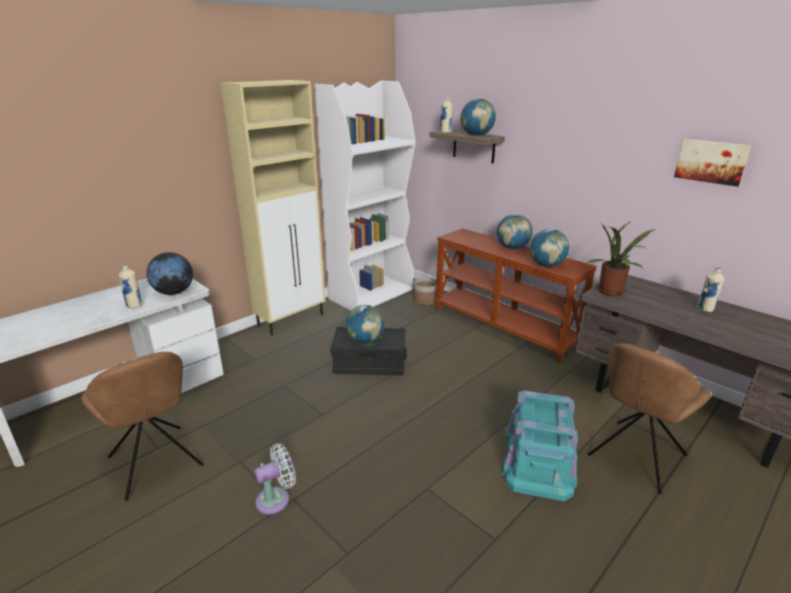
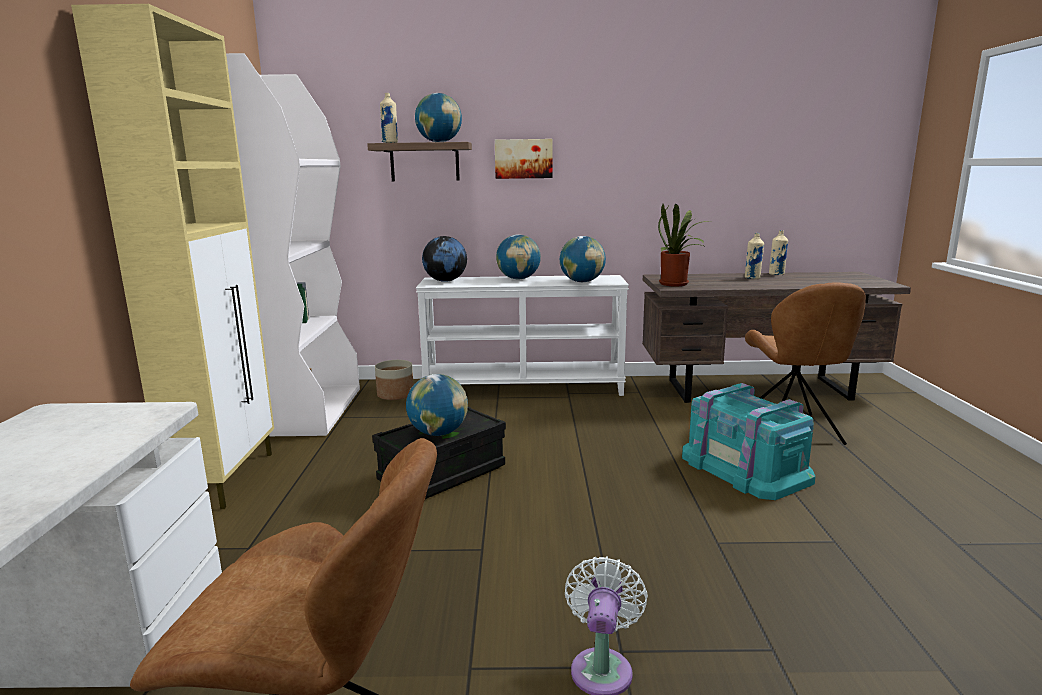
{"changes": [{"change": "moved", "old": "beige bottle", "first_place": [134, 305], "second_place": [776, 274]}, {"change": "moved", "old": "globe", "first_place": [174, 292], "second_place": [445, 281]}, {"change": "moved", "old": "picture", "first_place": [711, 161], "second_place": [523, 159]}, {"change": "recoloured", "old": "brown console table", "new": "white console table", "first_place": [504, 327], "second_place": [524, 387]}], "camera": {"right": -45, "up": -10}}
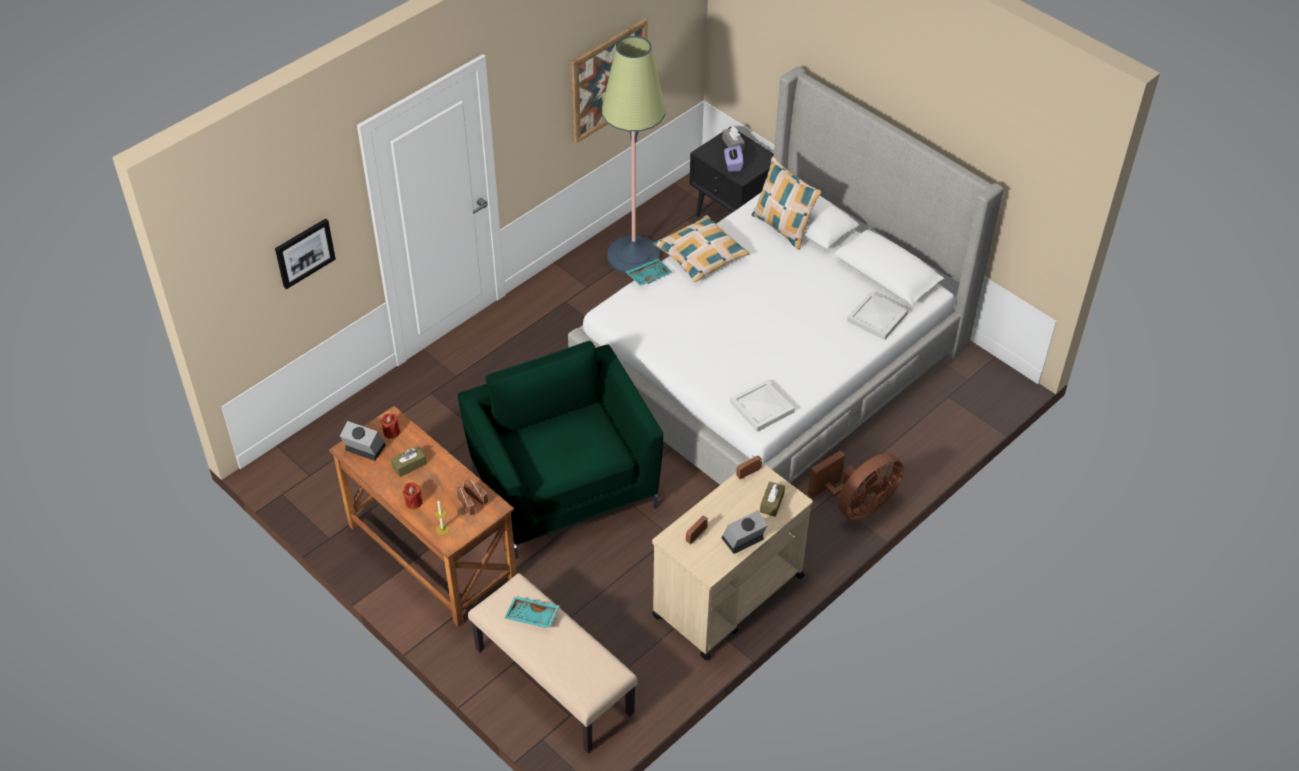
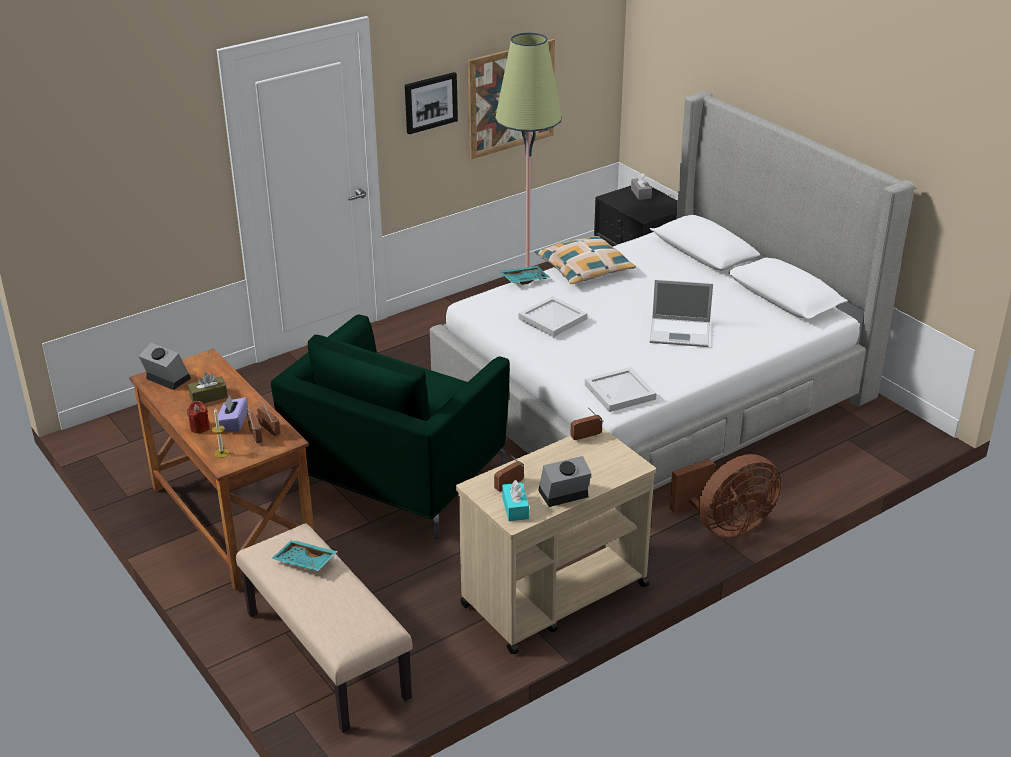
{"changes": [{"change": "removed", "old": "red candle", "first_place": [391, 432]}, {"change": "removed", "old": "pillow", "first_place": [782, 228]}, {"change": "removed", "old": "brown tissue box", "first_place": [772, 503]}, {"change": "added", "new": "turquoise tissue box", "second_place": [515, 508]}, {"change": "added", "new": "laptop", "second_place": [681, 333]}, {"change": "moved", "old": "picture", "first_place": [304, 252], "second_place": [430, 102]}, {"change": "moved", "old": "purple tissue box", "first_place": [733, 164], "second_place": [233, 423]}, {"change": "moved", "old": "white tray", "first_place": [876, 318], "second_place": [551, 319]}, {"change": "turned", "old": "green armchair", "first_place": [564, 487], "second_place": [396, 477], "degrees": -135}], "camera": {"right": 10, "up": -15}}
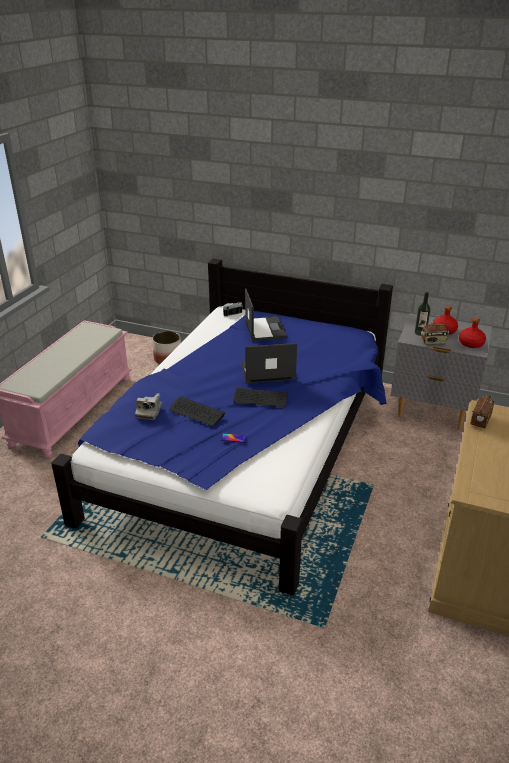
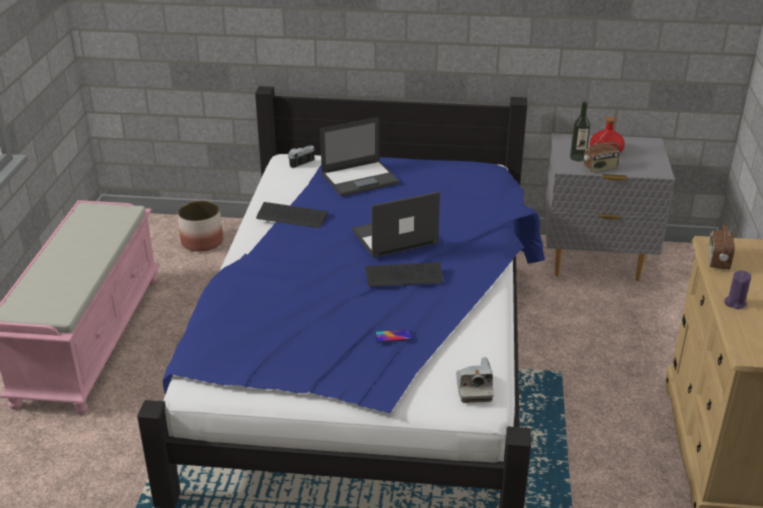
{"changes": [{"change": "removed", "old": "red bottle", "first_place": [470, 343]}, {"change": "added", "new": "purple candle", "second_place": [735, 303]}, {"change": "moved", "old": "photo camera", "first_place": [149, 412], "second_place": [473, 389]}, {"change": "moved", "old": "keyboard", "first_place": [196, 412], "second_place": [292, 216]}, {"change": "turned", "old": "laptop", "first_place": [265, 328], "second_place": [361, 178], "degrees": 90}], "camera": {"right": -15, "up": 0}}
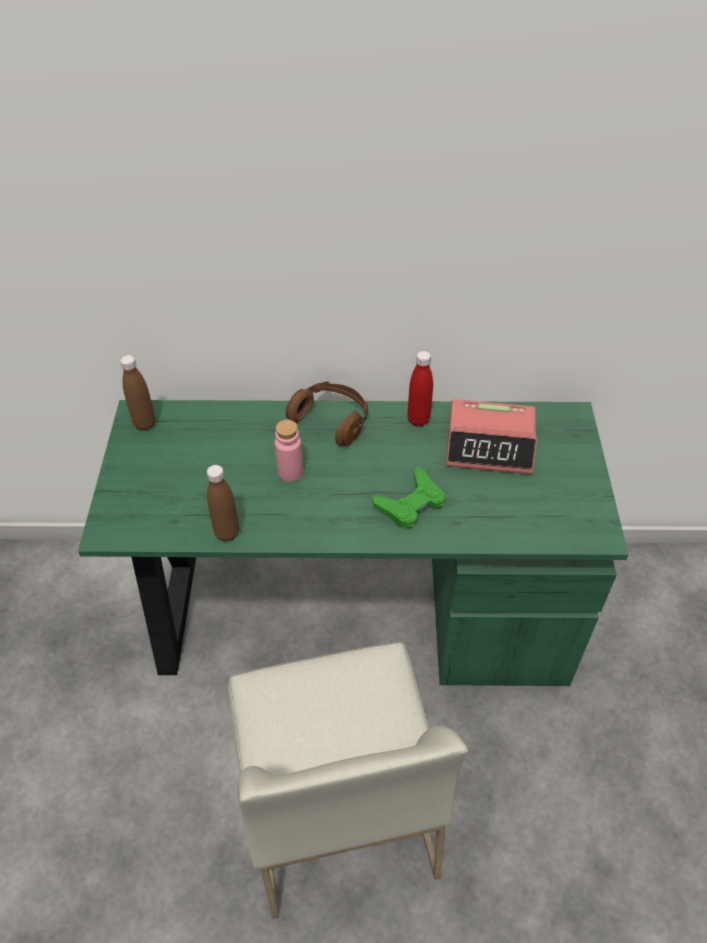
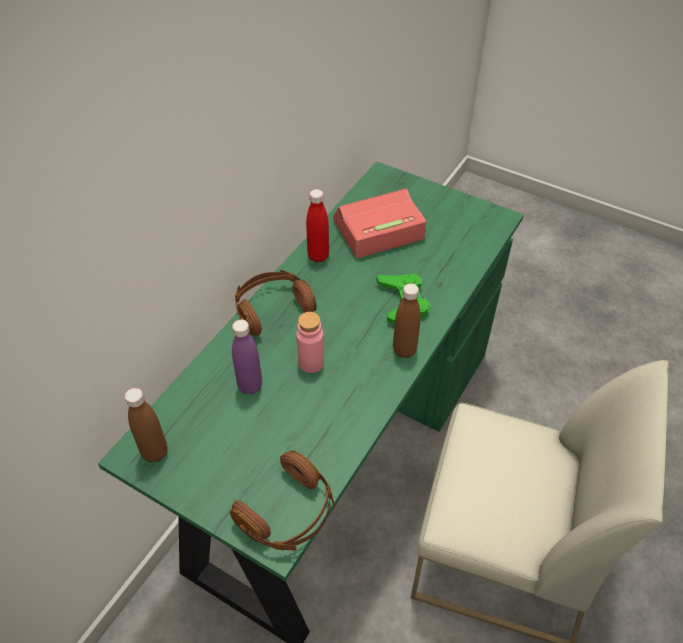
{"changes": [{"change": "added", "new": "brown headphones", "second_place": [289, 513]}, {"change": "added", "new": "purple bottle", "second_place": [250, 386]}, {"change": "moved", "old": "brown bottle", "first_place": [227, 533], "second_place": [404, 350]}, {"change": "turned", "old": "alarm clock", "first_place": [490, 445], "second_place": [378, 230], "degrees": -150}], "camera": {"right": -60, "up": 0}}
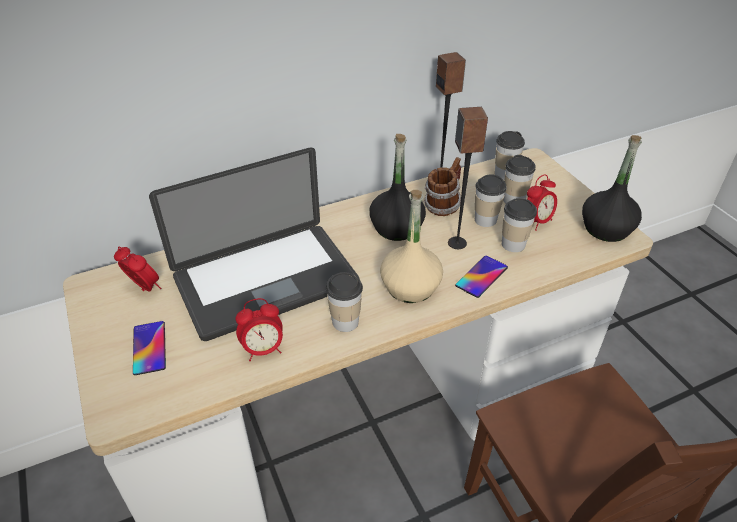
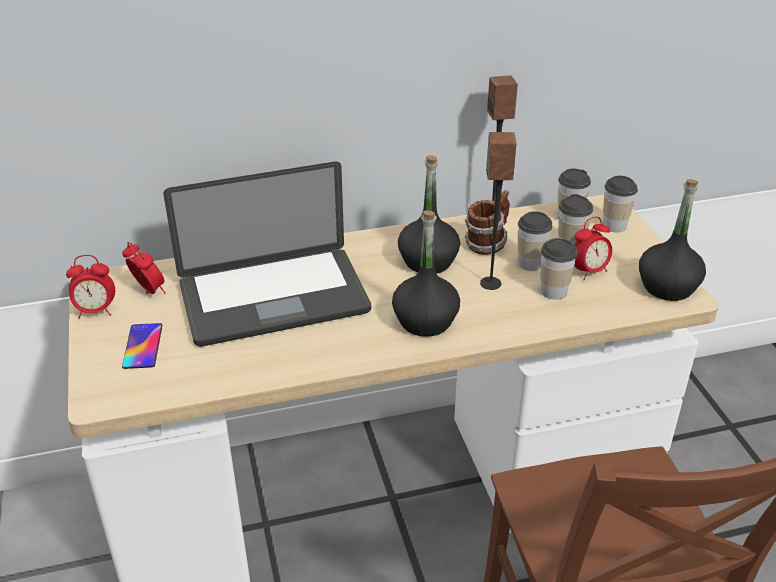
{"changes": [{"change": "removed", "old": "phone", "first_place": [481, 276]}, {"change": "moved", "old": "alarm clock", "first_place": [263, 350], "second_place": [96, 311]}, {"change": "moved", "old": "cup", "first_place": [345, 322], "second_place": [614, 225]}, {"change": "recoloured", "old": "beige bottle", "new": "black bottle", "first_place": [410, 287], "second_place": [425, 321]}], "camera": {"right": 10, "up": -5}}
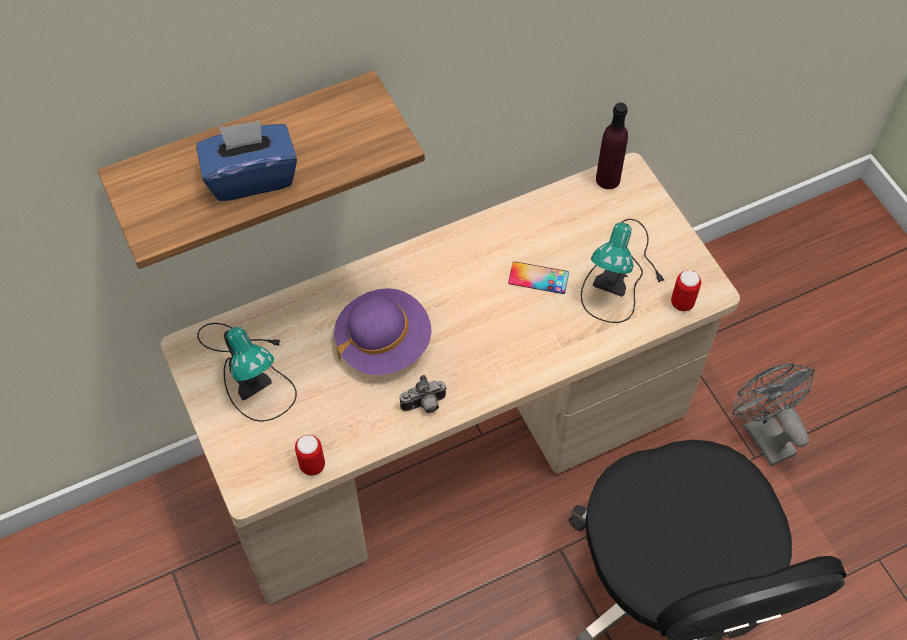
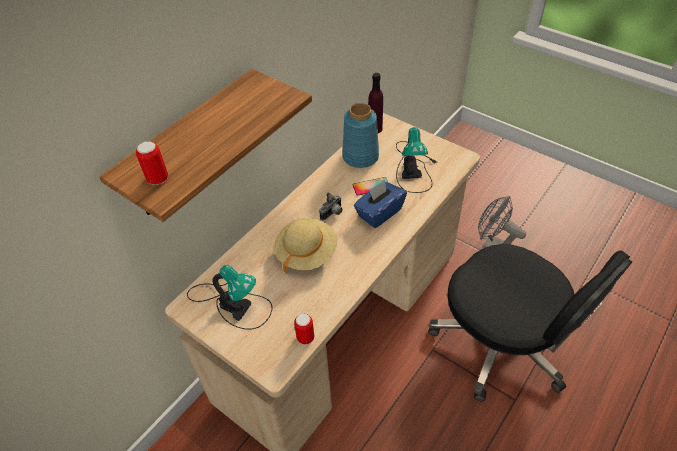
{"changes": [{"change": "added", "new": "blue vase", "second_place": [361, 157]}, {"change": "moved", "old": "blue tissue box", "first_place": [251, 177], "second_place": [379, 213]}, {"change": "moved", "old": "photo camera", "first_place": [424, 405], "second_place": [332, 213]}, {"change": "moved", "old": "can", "first_place": [682, 303], "second_place": [158, 179]}, {"change": "recoloured", "old": "purple hat", "new": "beige hat", "first_place": [383, 343], "second_place": [306, 253]}], "camera": {"right": -25, "up": -10}}
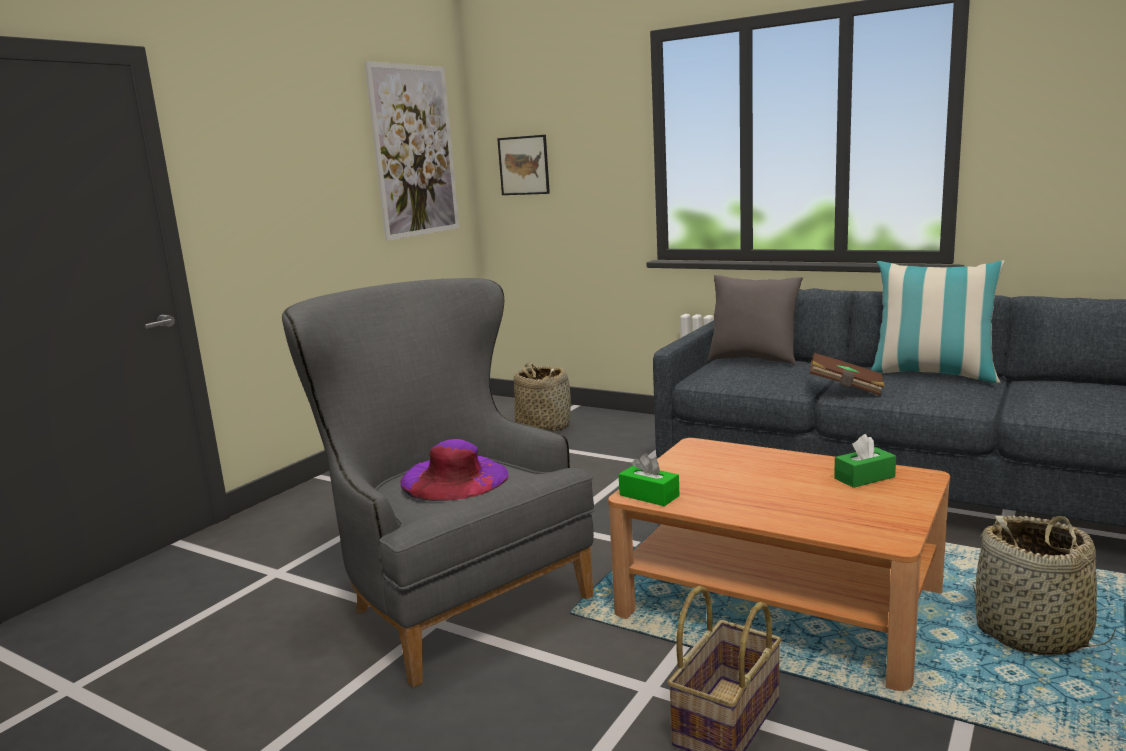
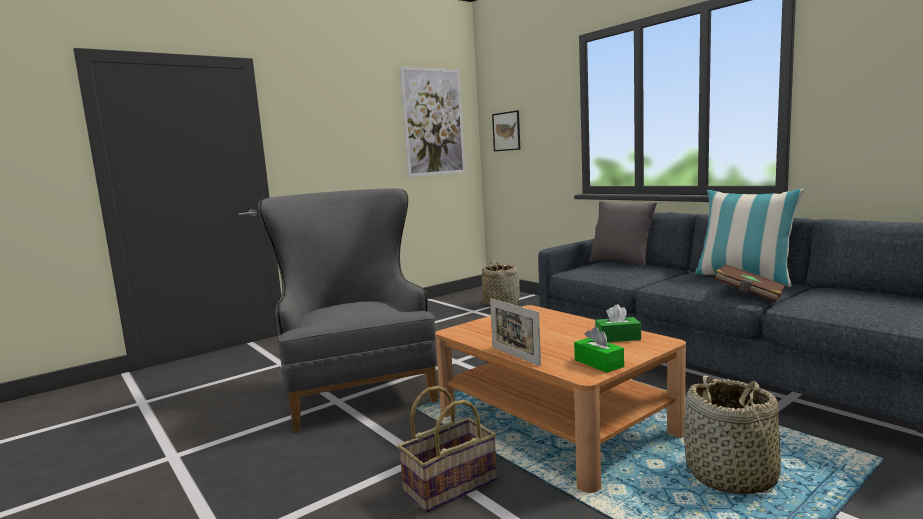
{"changes": [{"change": "removed", "old": "purple hat", "first_place": [454, 478]}, {"change": "added", "new": "picture frame", "second_place": [515, 356]}, {"change": "moved", "old": "green tissue box", "first_place": [649, 495], "second_place": [598, 363]}, {"change": "moved", "old": "brown book", "first_place": [846, 388], "second_place": [749, 295]}], "camera": {"right": 20, "up": -5}}
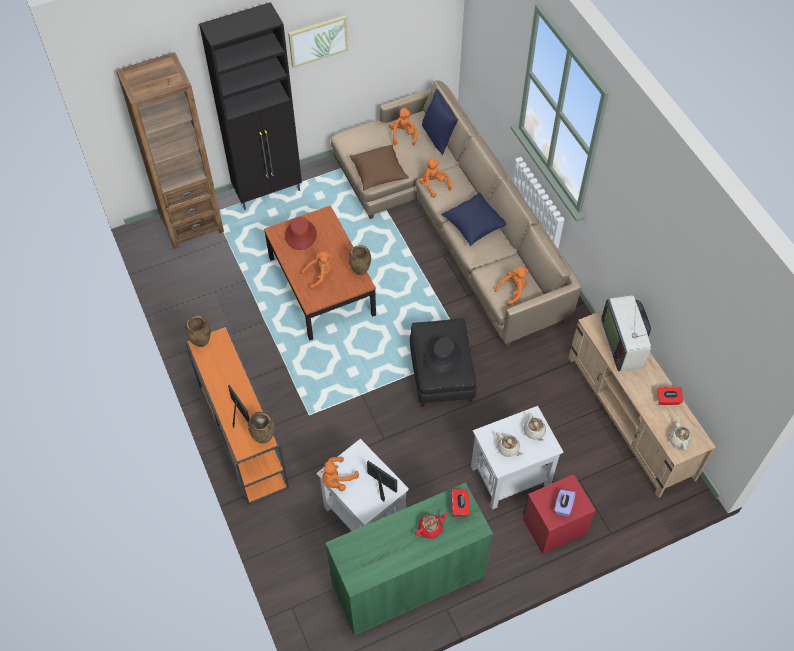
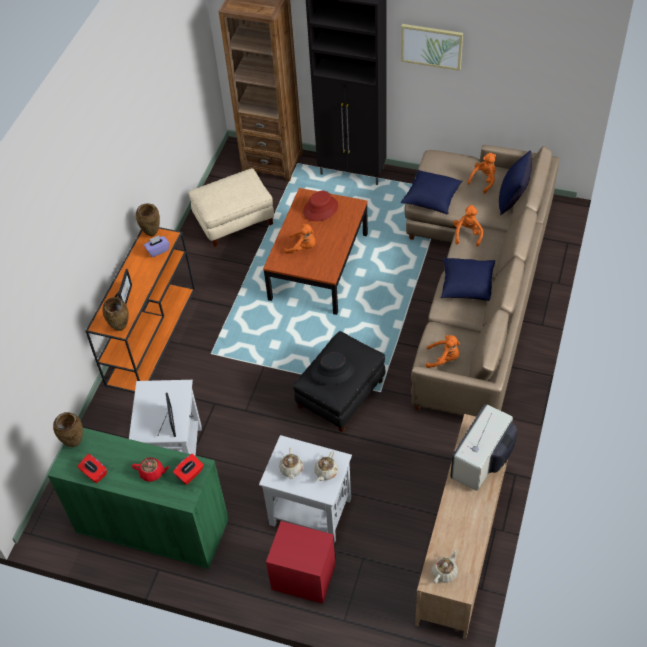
{"changes": [{"change": "removed", "old": "orange plush toy", "first_place": [337, 479]}, {"change": "added", "new": "beige ottoman", "second_place": [234, 220]}, {"change": "moved", "old": "brown vase", "first_place": [360, 272], "second_place": [75, 443]}, {"change": "moved", "old": "purple tissue box", "first_place": [563, 506], "second_place": [158, 250]}, {"change": "moved", "old": "red tissue box", "first_place": [668, 400], "second_place": [94, 473]}, {"change": "recoloured", "old": "brown pillow", "new": "blue pillow", "first_place": [379, 174], "second_place": [431, 199]}], "camera": {"right": 45, "up": -5}}
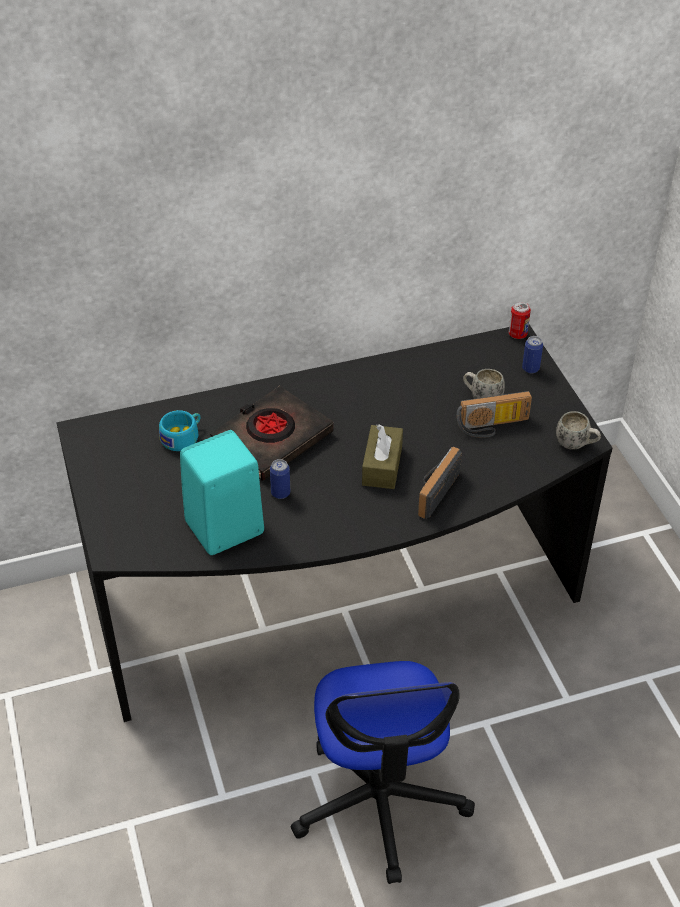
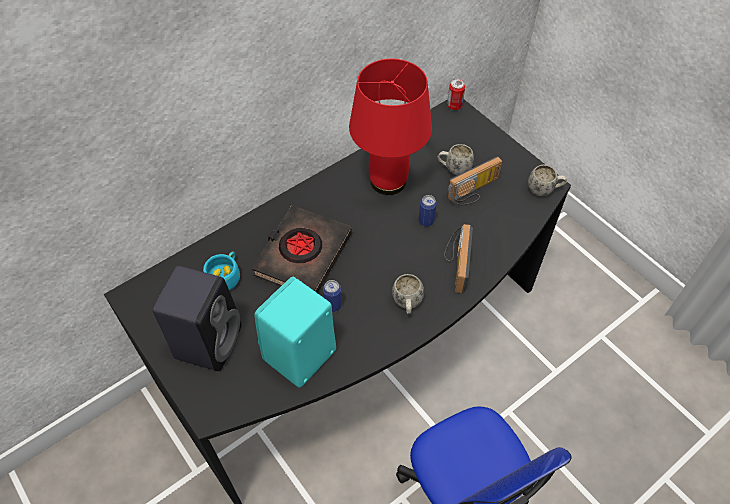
{"changes": [{"change": "removed", "old": "brown tissue box", "first_place": [382, 466]}, {"change": "added", "new": "black speaker", "second_place": [209, 340]}, {"change": "added", "new": "red table lamp", "second_place": [389, 181]}, {"change": "added", "new": "white mug", "second_place": [407, 304]}, {"change": "moved", "old": "can", "first_place": [530, 368], "second_place": [426, 221]}], "camera": {"right": -20, "up": 10}}
